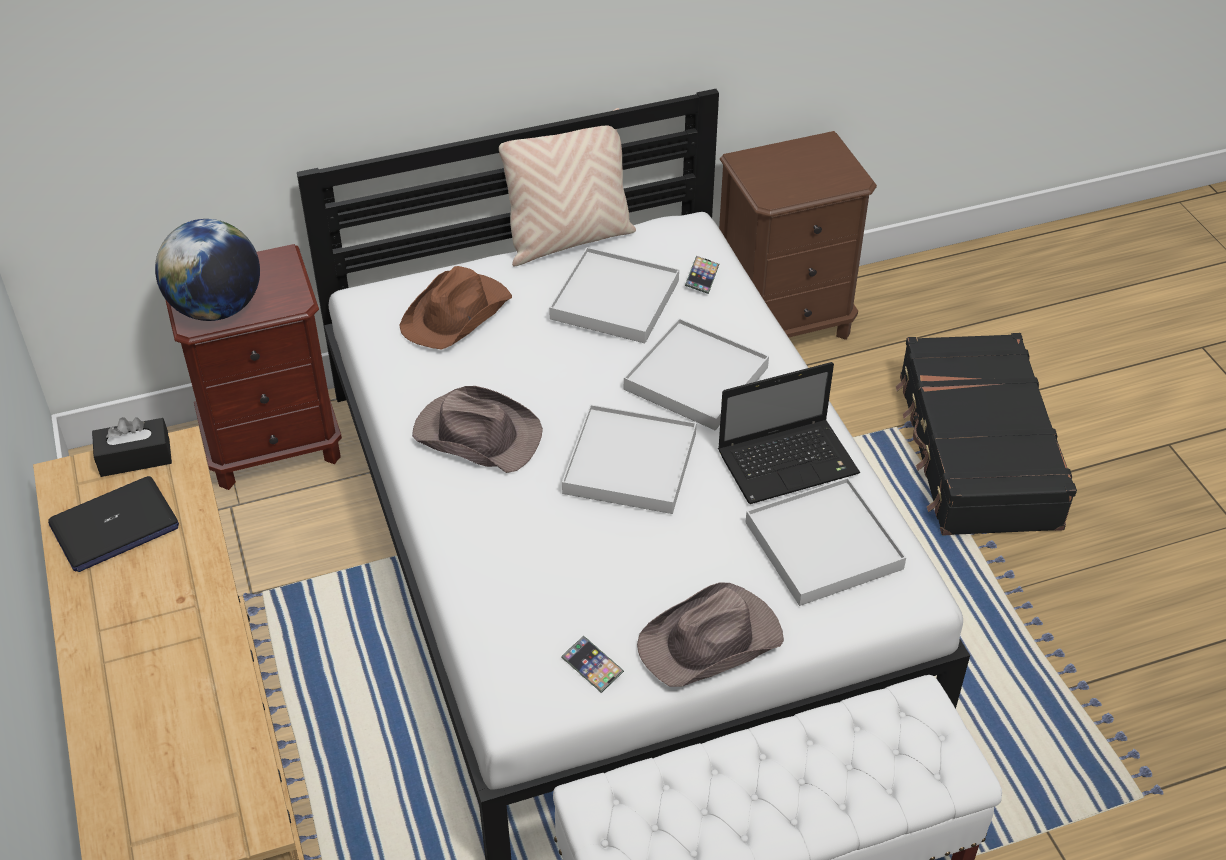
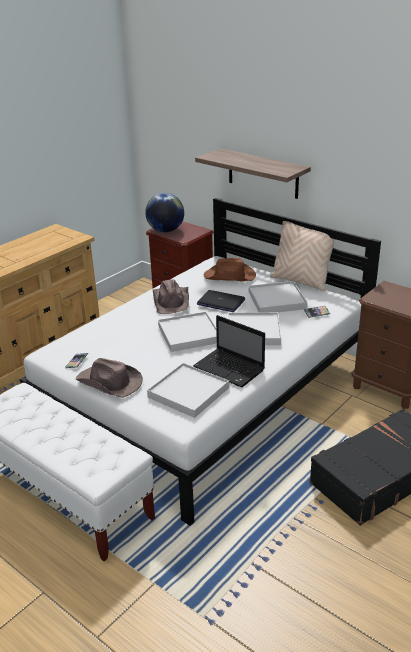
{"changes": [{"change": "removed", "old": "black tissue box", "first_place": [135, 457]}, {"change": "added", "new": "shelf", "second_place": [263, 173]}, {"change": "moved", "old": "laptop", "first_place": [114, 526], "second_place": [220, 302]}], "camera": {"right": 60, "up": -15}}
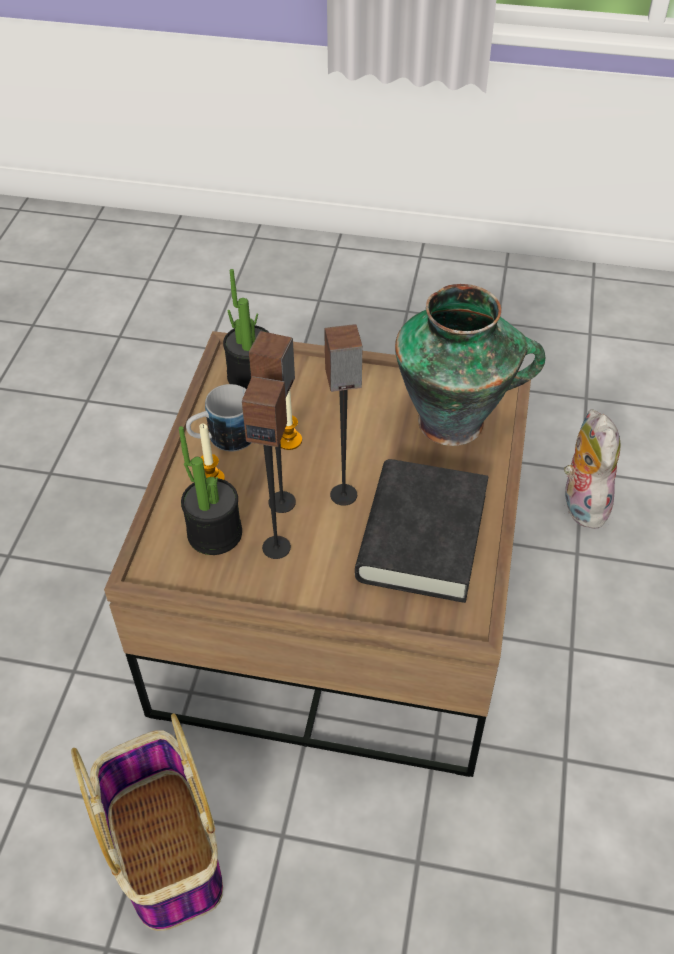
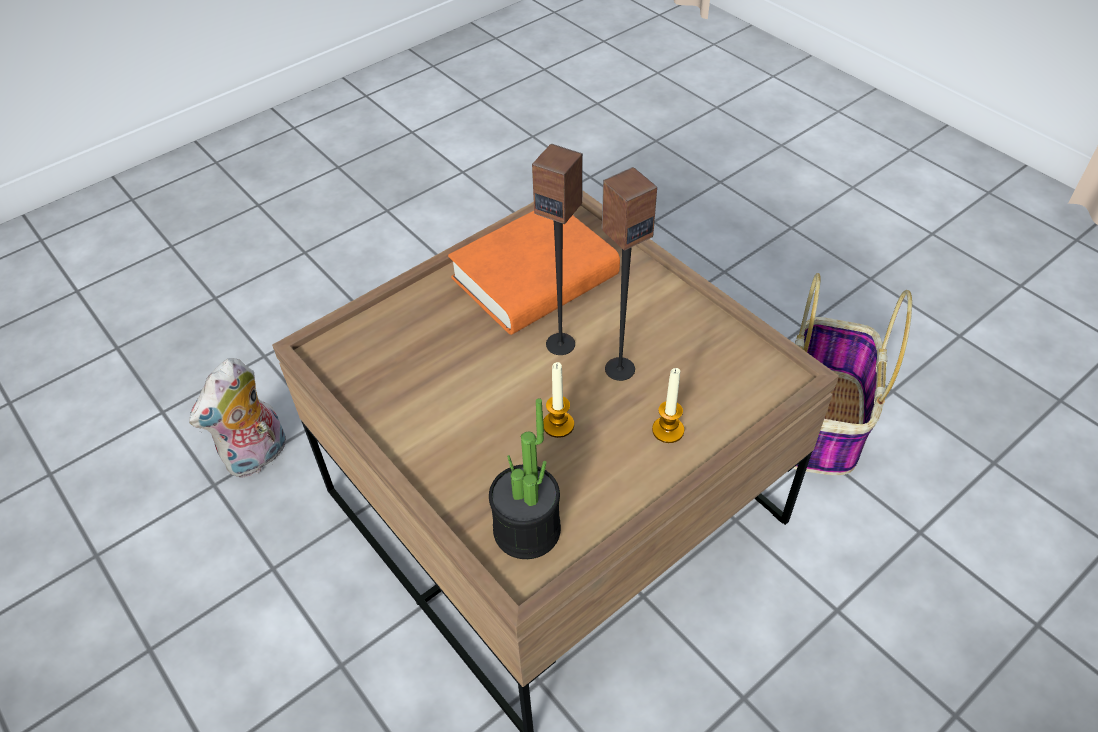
{"changes": [{"change": "removed", "old": "potted plant", "first_place": [215, 533]}, {"change": "removed", "old": "mug", "first_place": [222, 439]}, {"change": "removed", "old": "speaker", "first_place": [276, 547]}, {"change": "removed", "old": "vase", "first_place": [455, 422]}, {"change": "recoloured", "old": "black book", "new": "orange book", "first_place": [422, 537], "second_place": [535, 277]}], "camera": {"right": -140, "up": 0}}
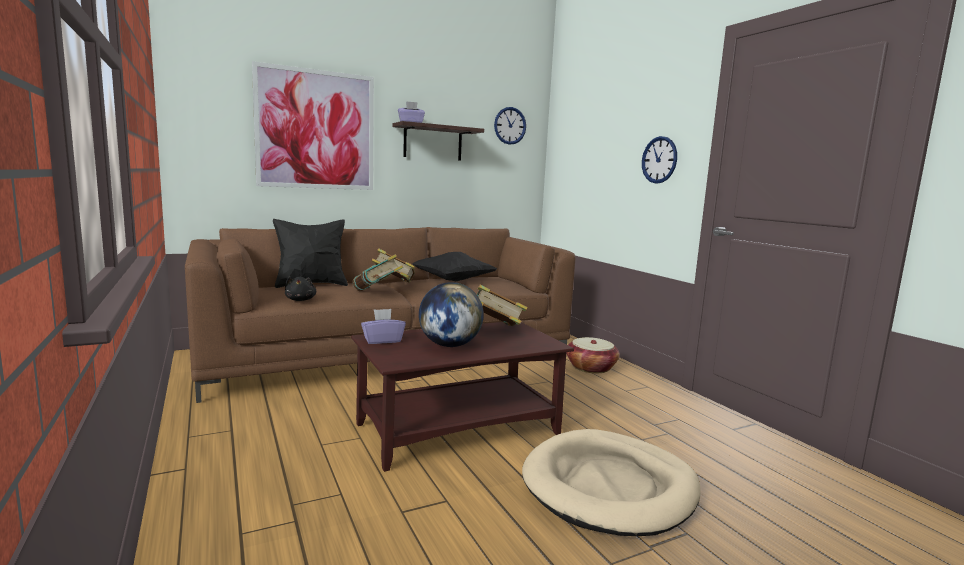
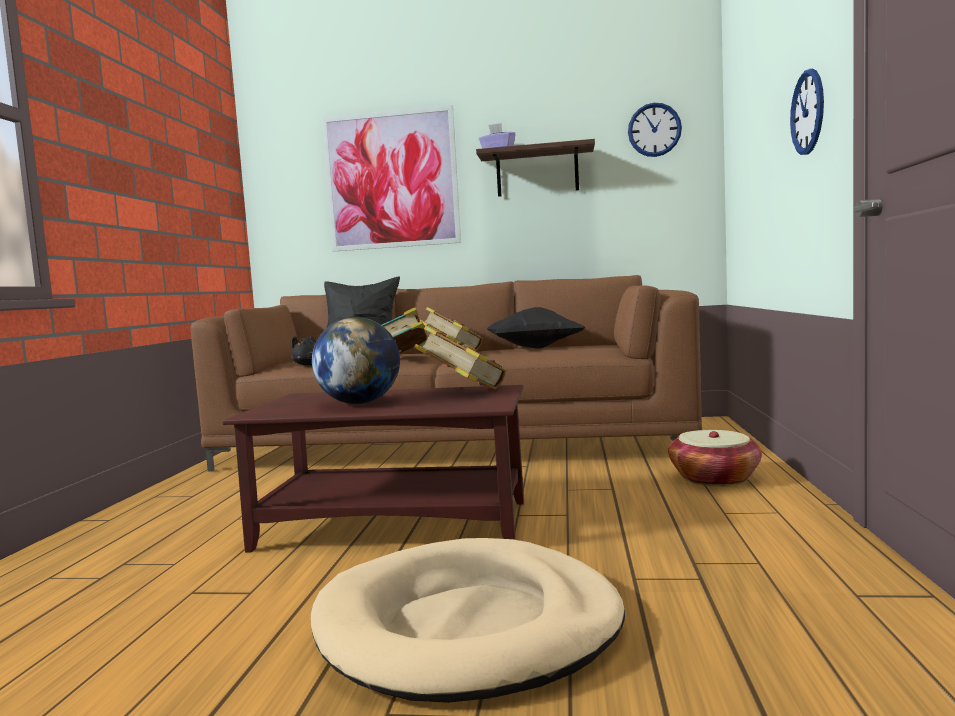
{"changes": [{"change": "removed", "old": "purple tissue box", "first_place": [382, 340]}], "camera": {"right": 35, "up": -5}}
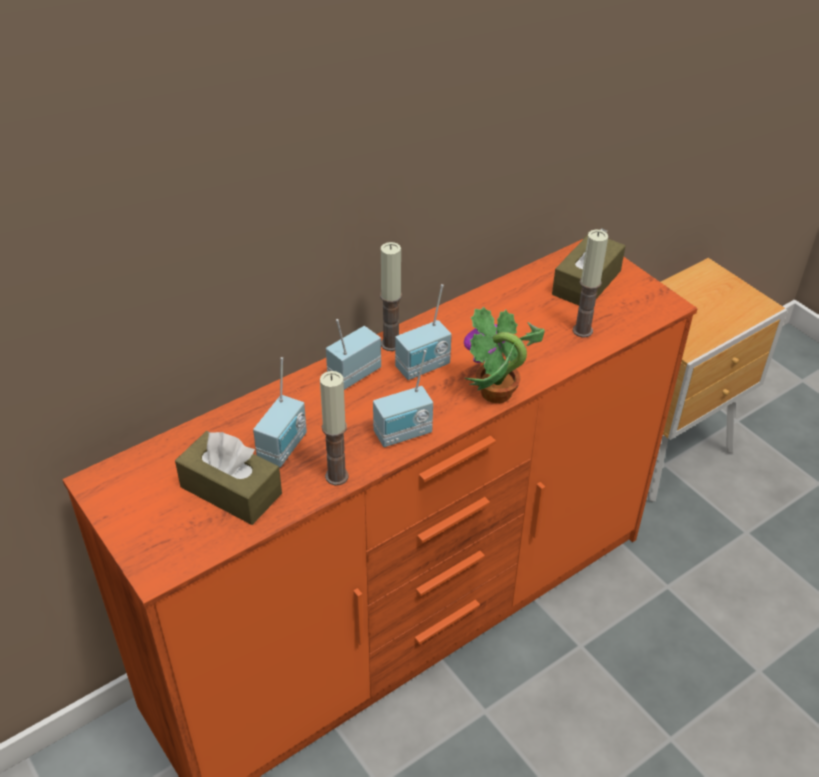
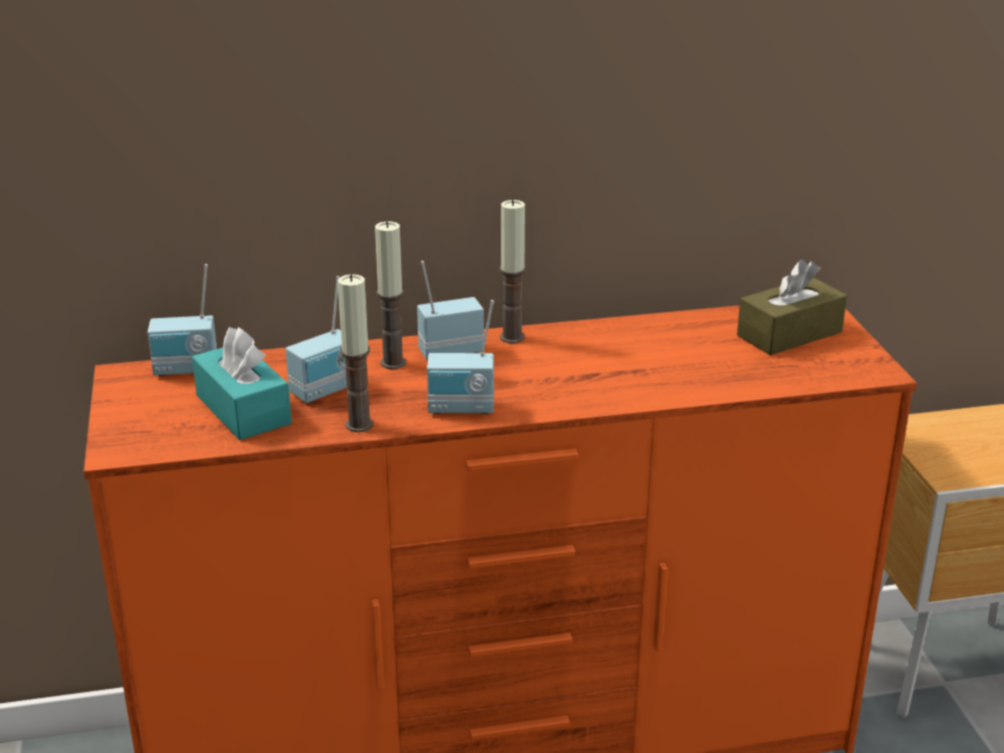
{"changes": [{"change": "removed", "old": "potted plant", "first_place": [496, 393]}, {"change": "moved", "old": "radio", "first_place": [424, 367], "second_place": [186, 370]}, {"change": "moved", "old": "candle", "first_place": [582, 330], "second_place": [393, 363]}, {"change": "recoloured", "old": "brown tissue box", "new": "turquoise tissue box", "first_place": [231, 490], "second_place": [243, 409]}], "camera": {"right": 25, "up": -15}}
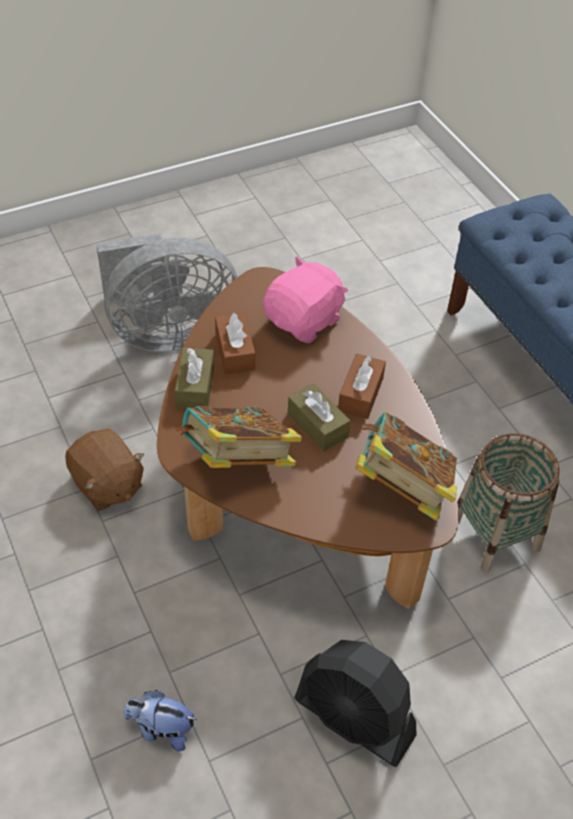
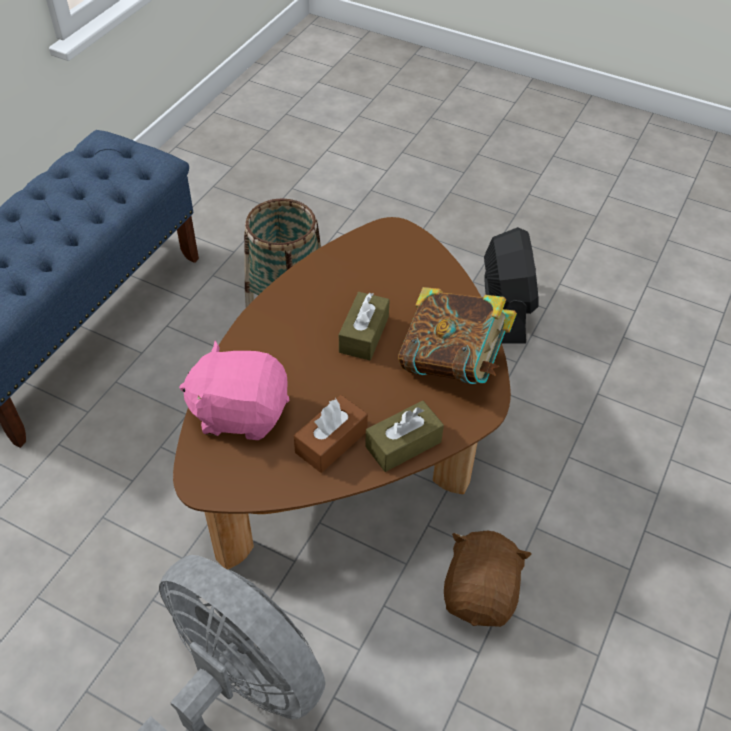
{"changes": [{"change": "removed", "old": "plush toy", "first_place": [161, 729]}, {"change": "removed", "old": "brown tissue box", "first_place": [360, 394]}, {"change": "removed", "old": "book", "first_place": [402, 487]}], "camera": {"right": -125, "up": 0}}
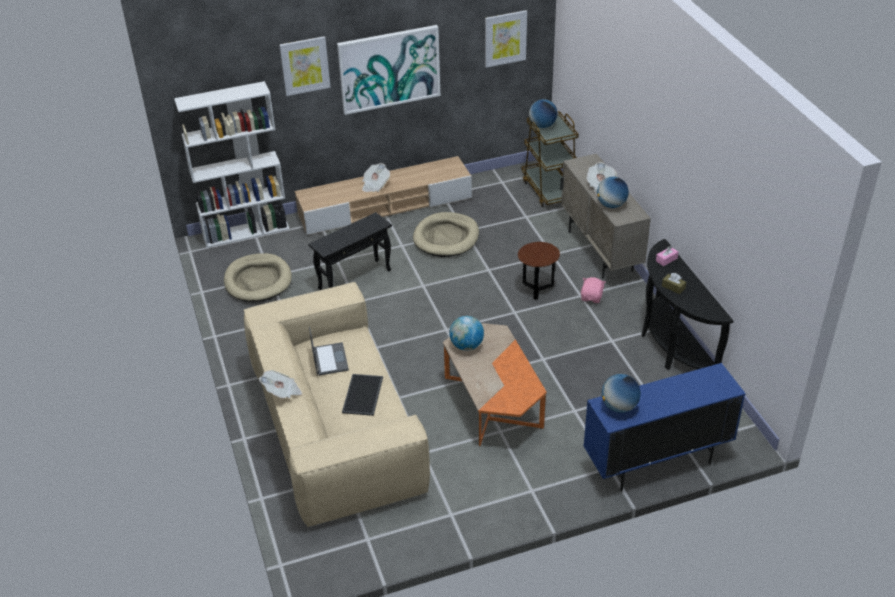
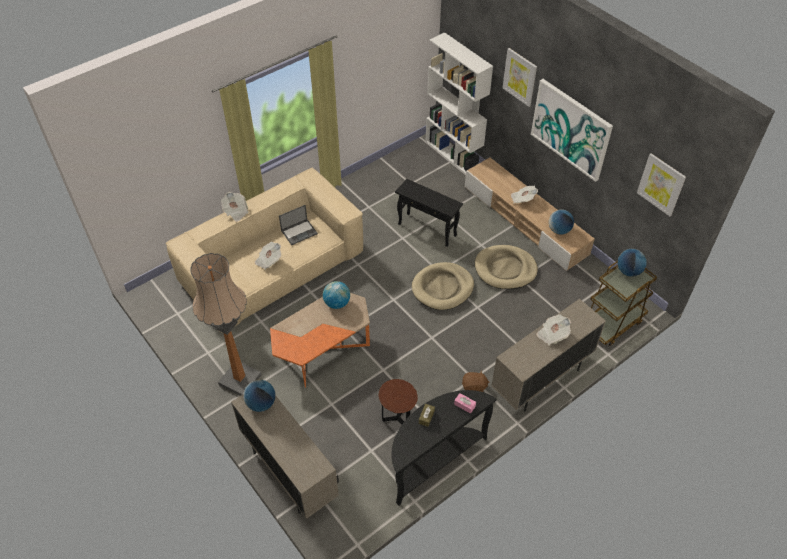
{"changes": [{"change": "added", "new": "floor lamp", "second_place": [240, 380]}, {"change": "moved", "old": "beige dog bed", "first_place": [258, 280], "second_place": [442, 288]}, {"change": "moved", "old": "brown side table", "first_place": [537, 289], "second_place": [397, 418]}, {"change": "moved", "old": "globe", "first_place": [611, 205], "second_place": [559, 230]}, {"change": "replaced", "old": "tray", "new": "newspaper", "first_place": [363, 395], "second_place": [268, 260]}, {"change": "recoloured", "old": "pink plush toy", "new": "brown plush toy", "first_place": [592, 297], "second_place": [474, 387]}, {"change": "recoloured", "old": "blue cabinet", "new": "beige cabinet", "first_place": [656, 463], "second_place": [290, 472]}], "camera": {"right": 70, "up": 10}}
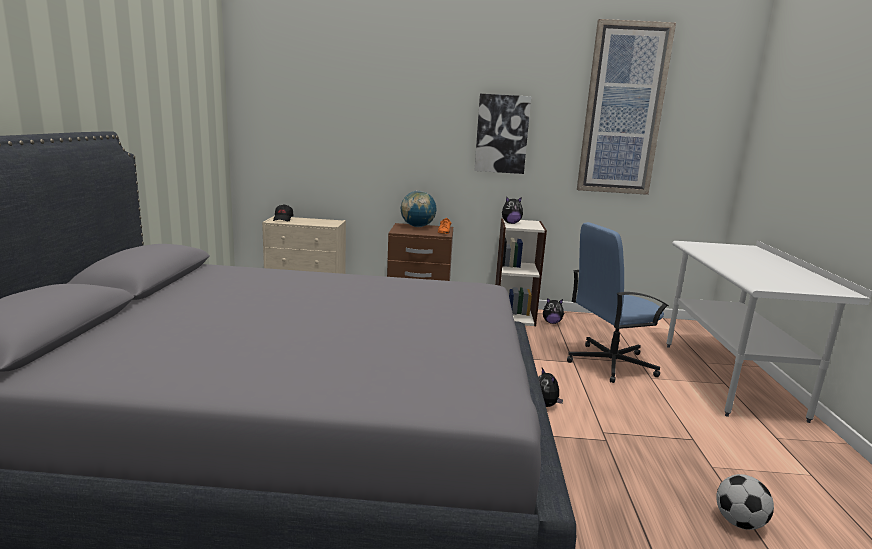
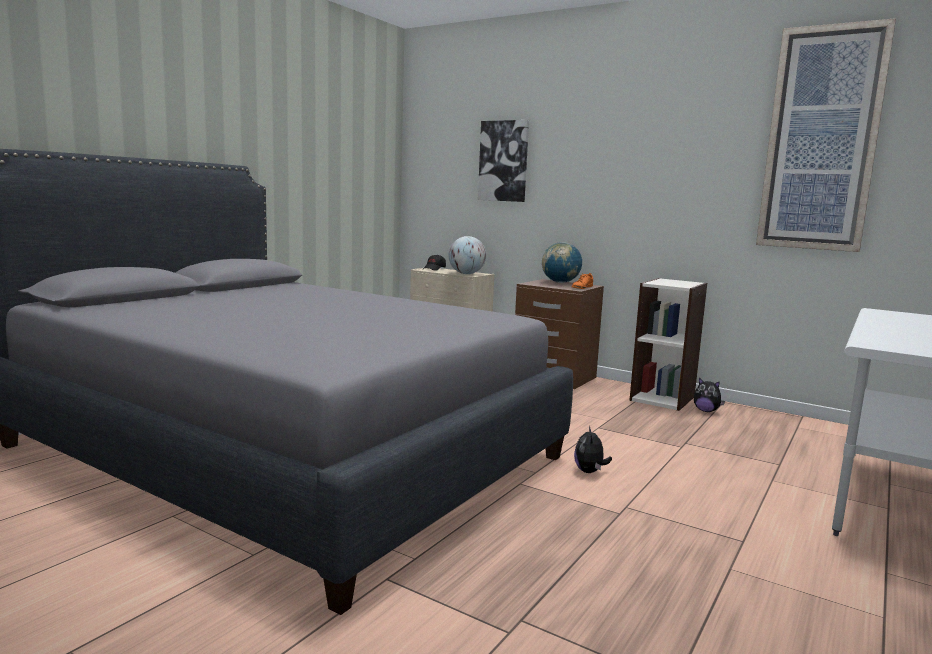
{"changes": [{"change": "removed", "old": "plush toy", "first_place": [510, 223]}, {"change": "removed", "old": "blue office chair", "first_place": [609, 363]}, {"change": "removed", "old": "football", "first_place": [739, 523]}, {"change": "added", "new": "globe", "second_place": [466, 274]}, {"change": "moved", "old": "picture", "first_place": [502, 134], "second_place": [504, 161]}], "camera": {"right": 30, "up": -5}}
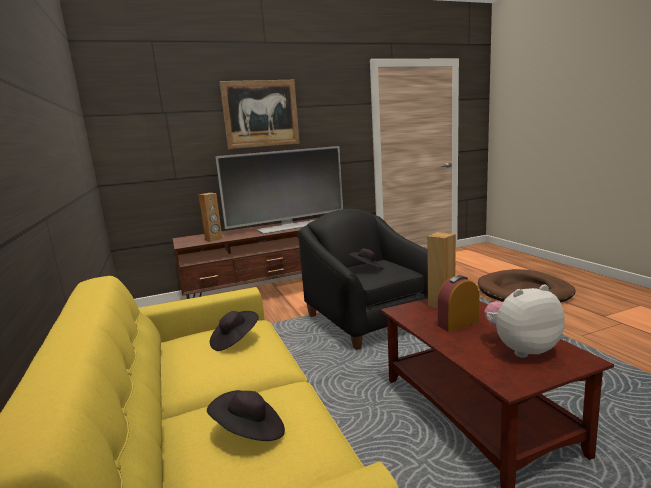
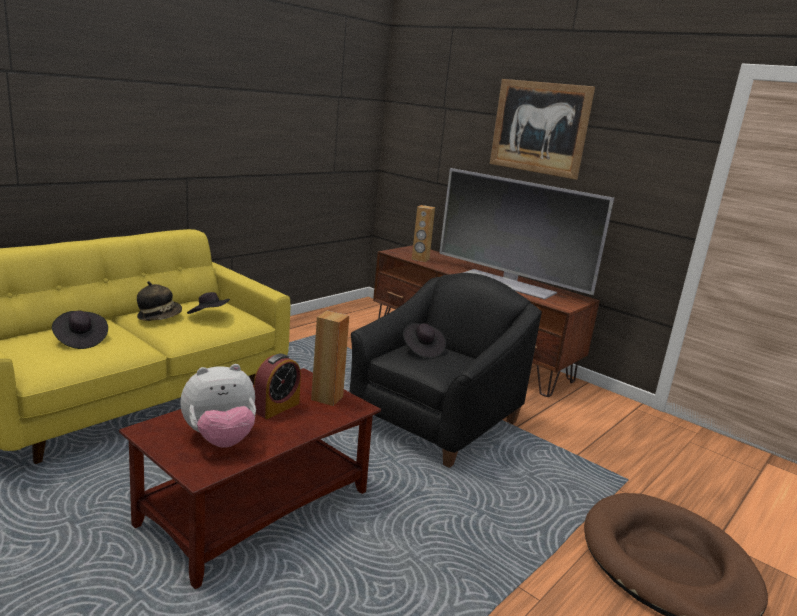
{"changes": [{"change": "added", "new": "hat", "second_place": [159, 316]}, {"change": "turned", "old": "alarm clock", "first_place": [458, 323], "second_place": [276, 407], "degrees": 90}, {"change": "turned", "old": "plush toy", "first_place": [521, 348], "second_place": [220, 440], "degrees": 105}], "camera": {"right": 60, "up": 5}}
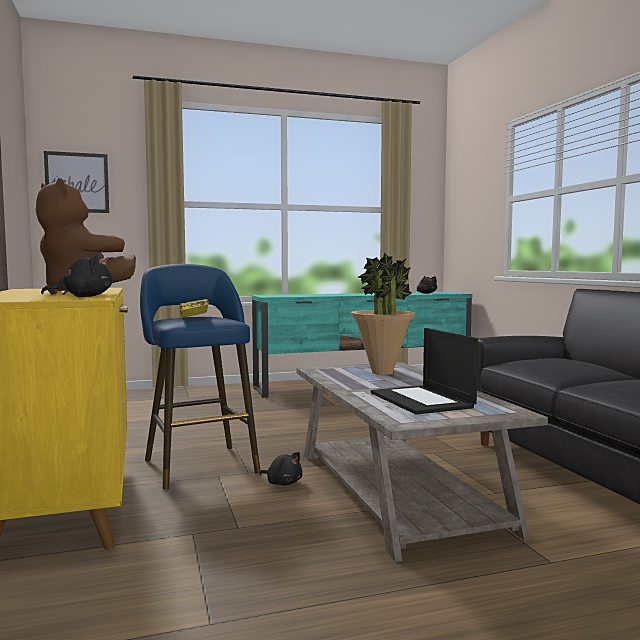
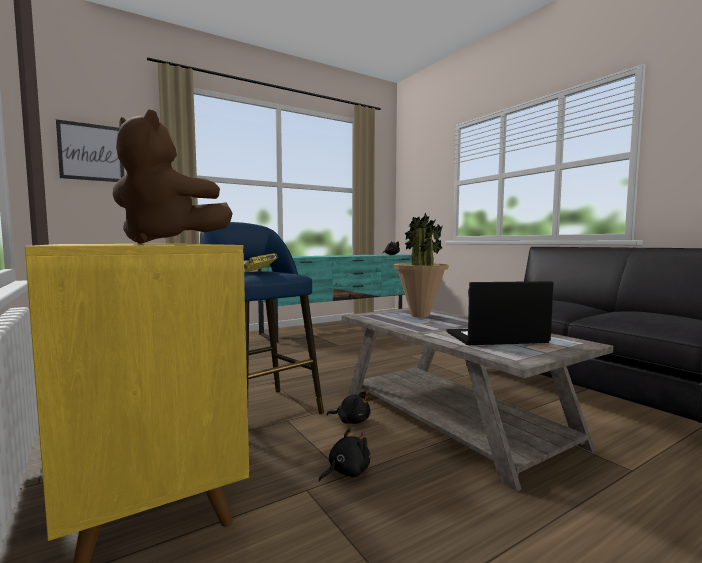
{"changes": [{"change": "moved", "old": "black plush toy", "first_place": [83, 297], "second_place": [346, 472]}, {"change": "turned", "old": "laptop", "first_place": [422, 400], "second_place": [495, 338], "degrees": 120}], "camera": {"right": -15, "up": 0}}
